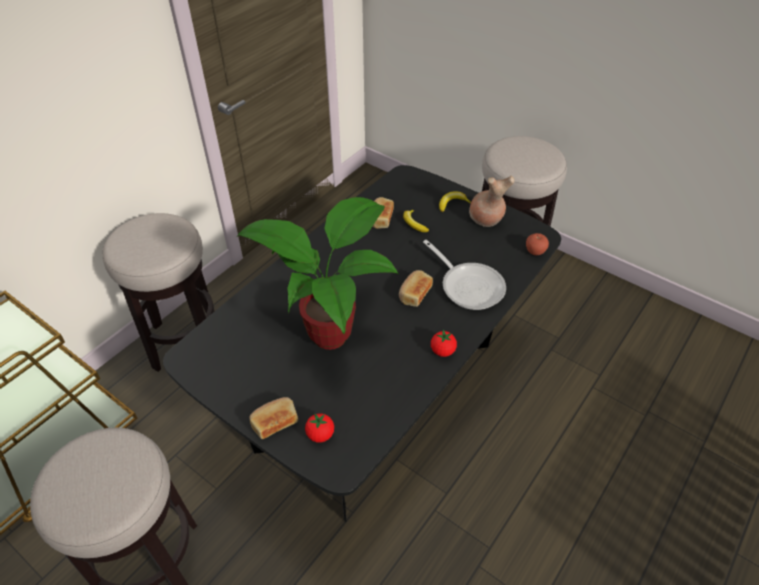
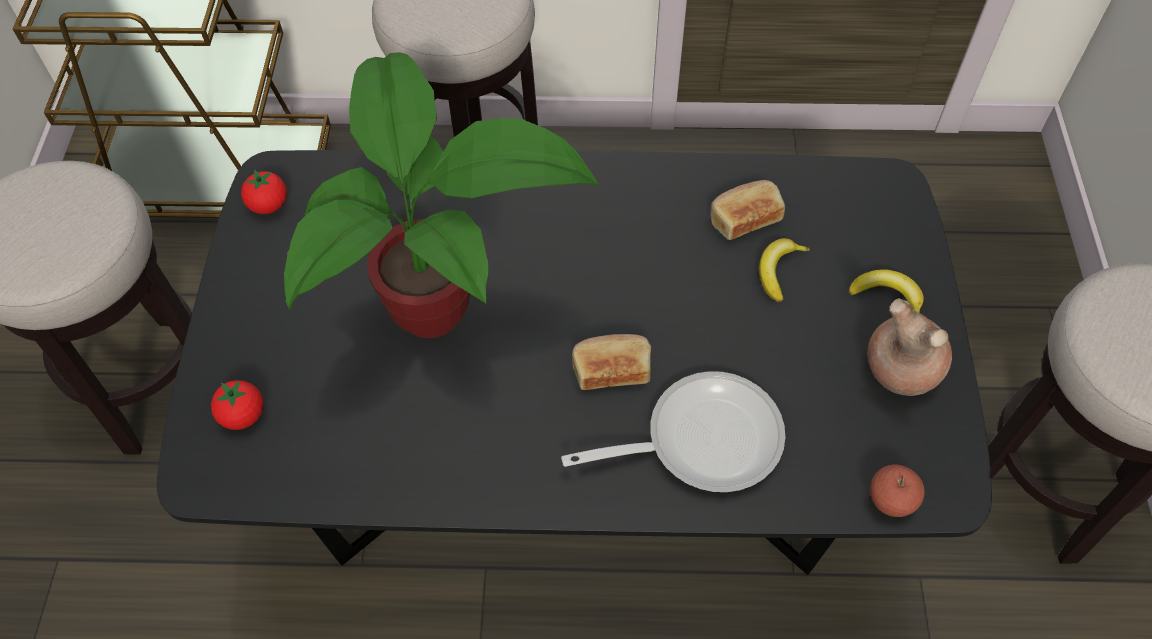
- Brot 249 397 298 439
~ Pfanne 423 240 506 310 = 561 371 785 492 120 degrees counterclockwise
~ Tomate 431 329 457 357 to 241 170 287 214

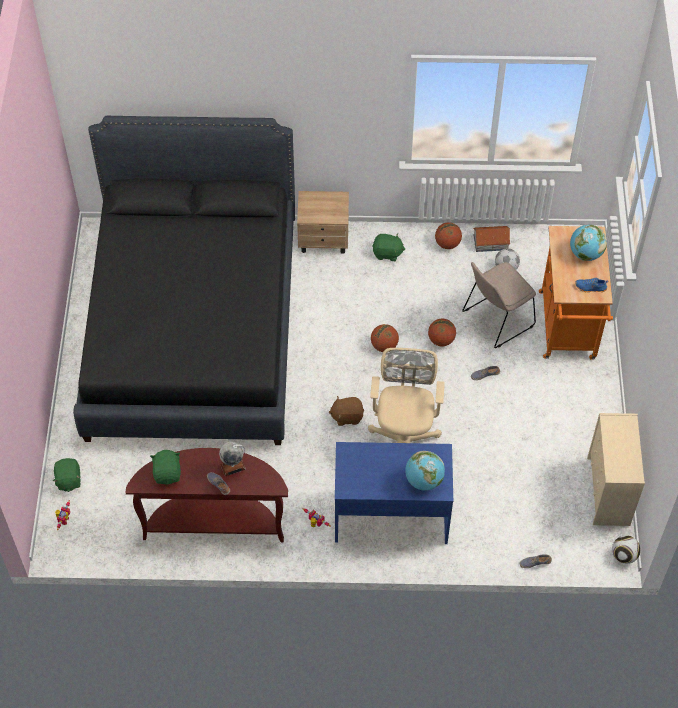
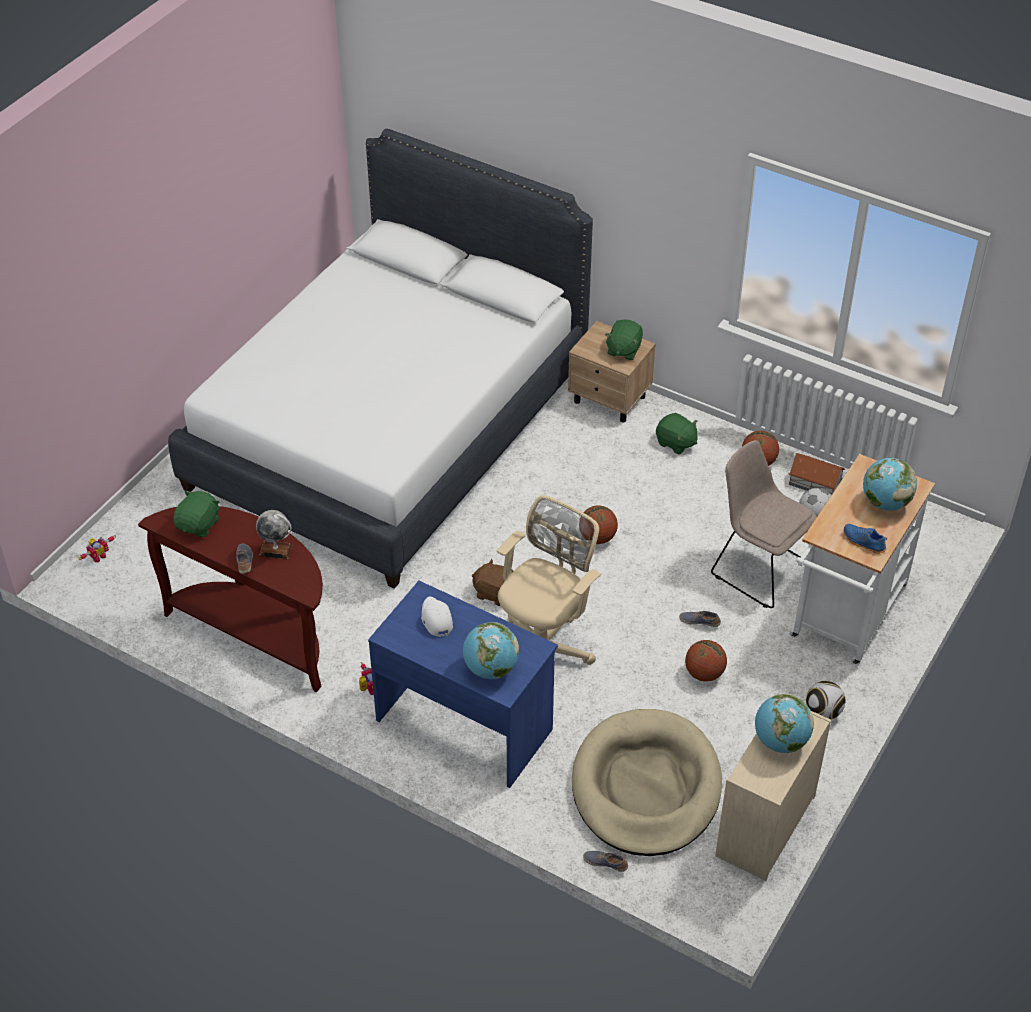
~ Plüschtier (grün) 53 458 81 492 to 605 319 643 360
~ Bett (schwarz) 73 116 295 445 to Bett (weiß) 168 129 593 589
~ Basketball 428 319 456 347 to 685 640 727 682
~ Stuhl (beige) 462 262 536 348 = 711 440 817 608 45 degrees clockwise
~ Rollwagen (orange) 539 226 613 360 to Rollwagen (weiß) 790 454 935 665
~ Fußball 612 535 641 564 to 806 681 845 720
+ Kappe (weiß) 421 597 453 637
+ Hundebett (beige) 572 709 722 856
+ Globus 755 694 814 753

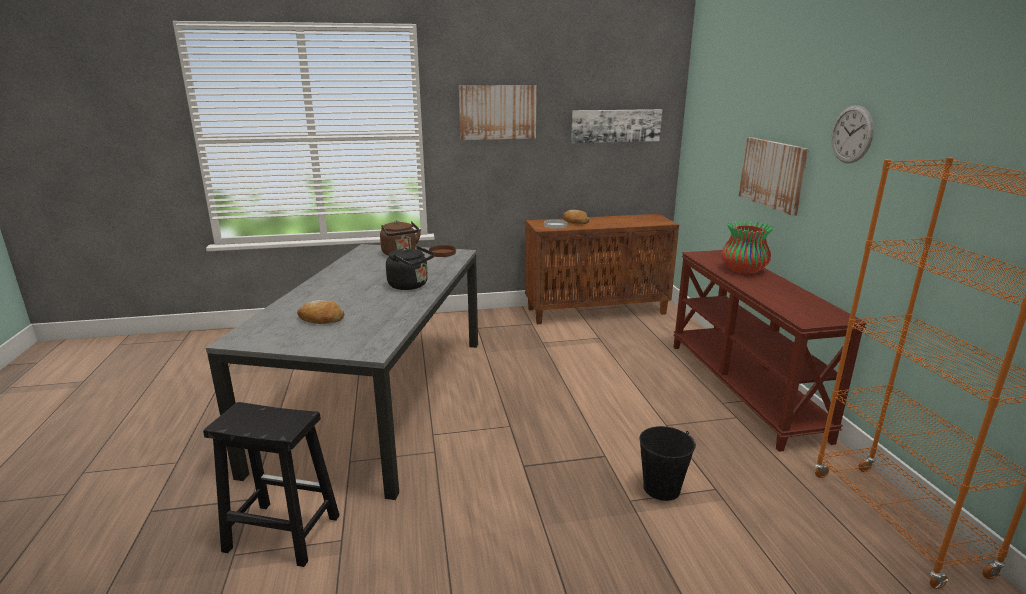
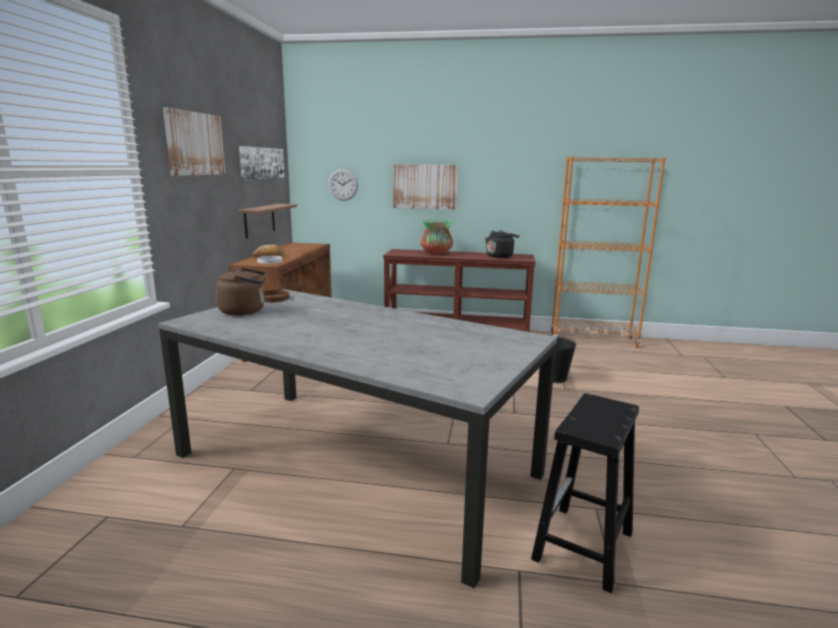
- Brot 297 300 344 324
~ Wasserkessel (schwarz) 386 246 435 290 to 486 230 520 258
~ Wanduhr 831 105 874 163 to 328 169 358 201
+ Wandregal 238 204 297 238

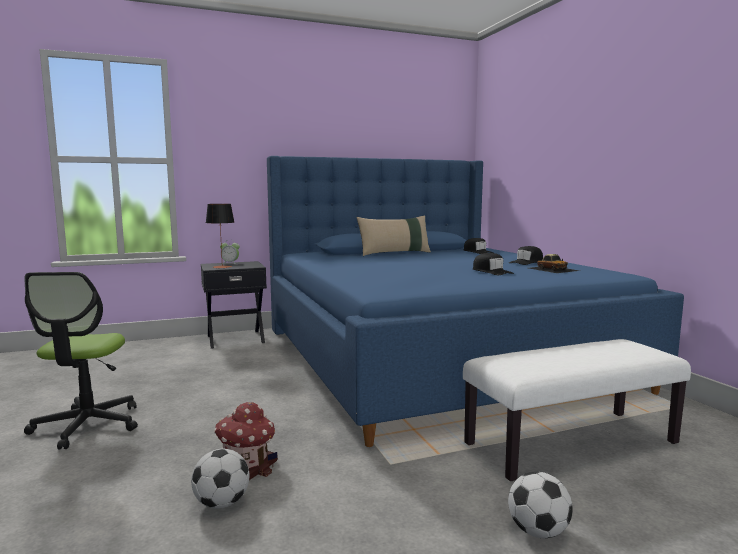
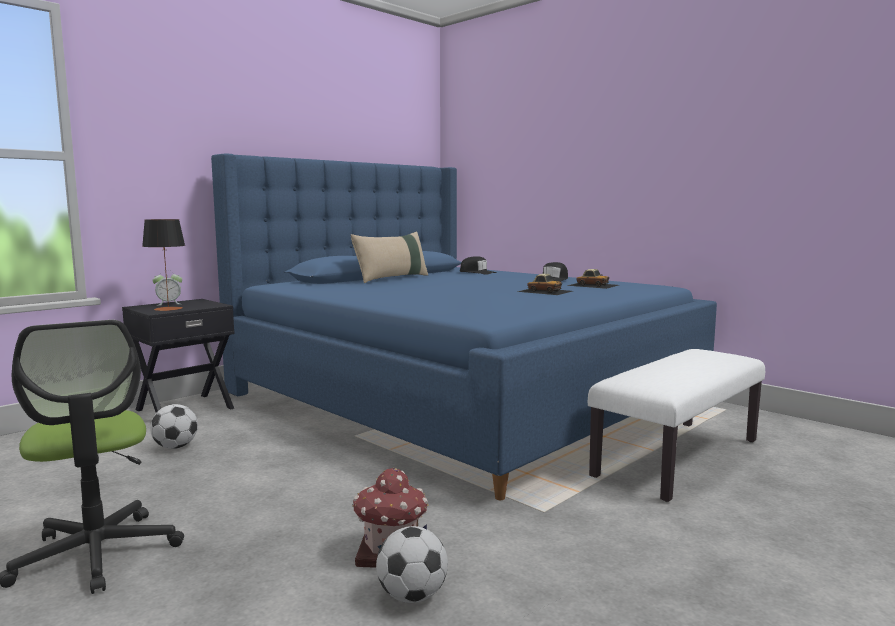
~ Kappe (schwarz) 473 253 514 275 to Spielzeugauto 517 274 573 295
~ Fußball 508 472 573 538 to 150 404 198 449

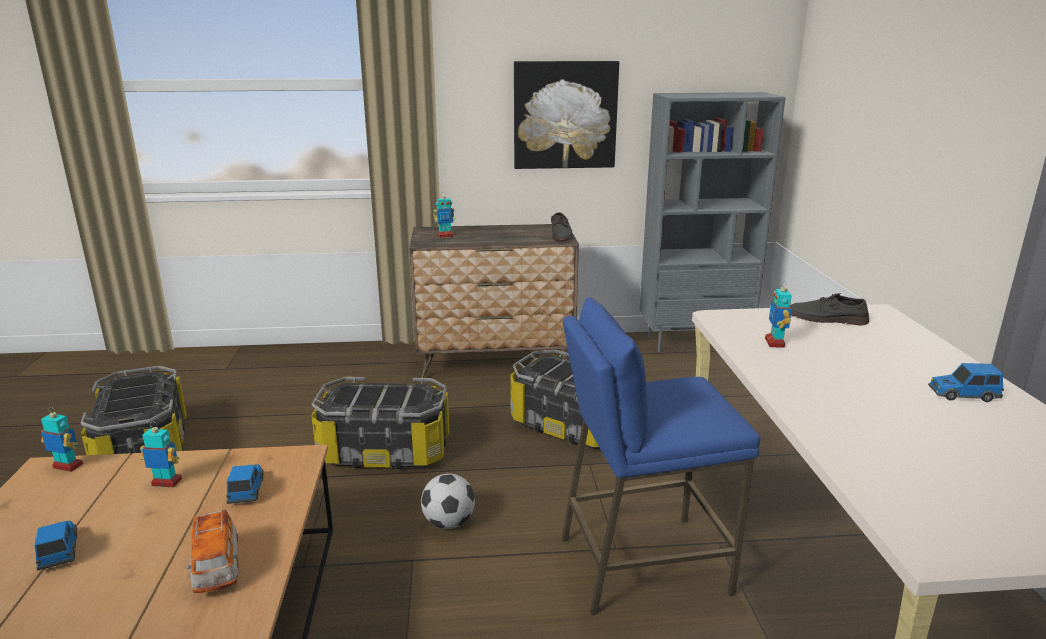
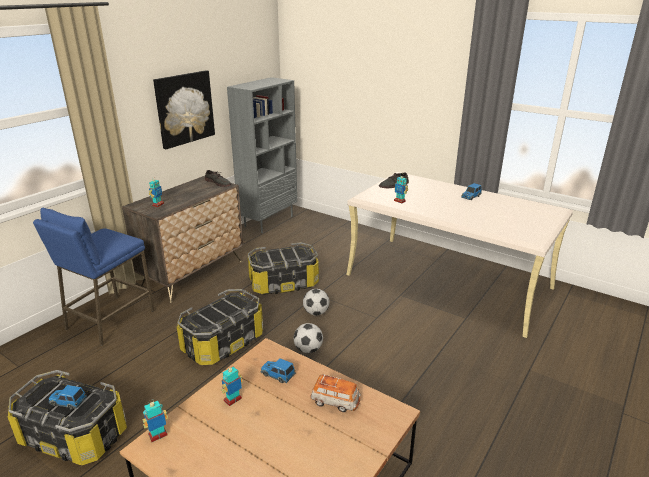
~ Spielzeugauto 34 520 77 570 to 49 385 87 410
~ Hocker (blau) 562 297 760 615 to 33 208 155 346
+ Fußball 303 289 330 316

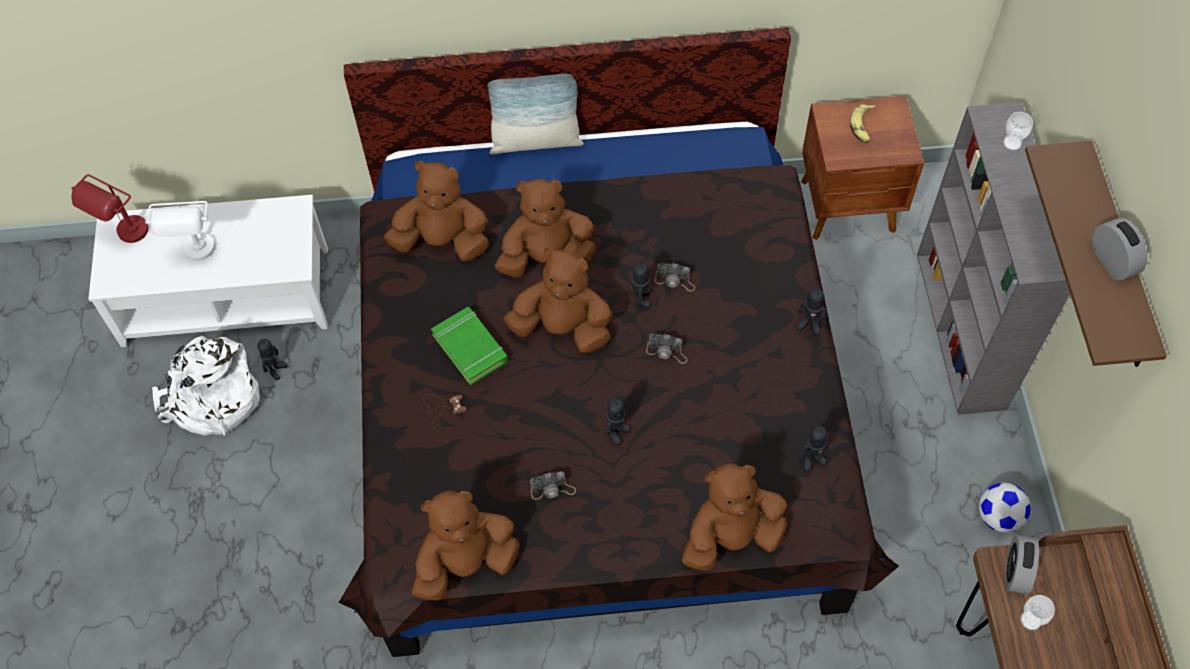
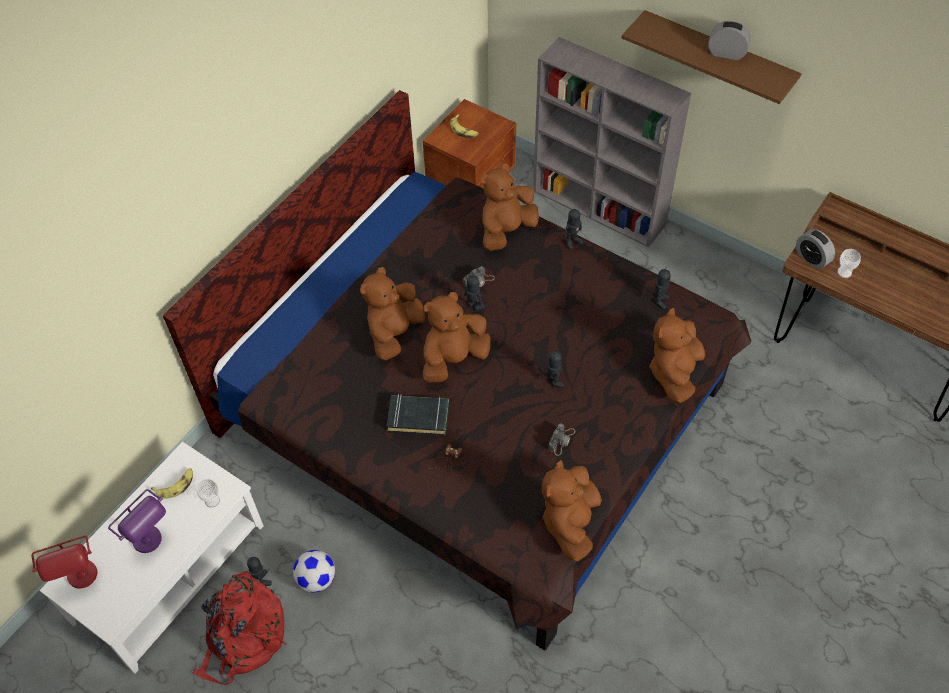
~ Tischlampe (weiß) 145 201 215 261 to Tischlampe (lila) 108 489 166 553
~ Rucksack (weiß) 152 336 260 436 to Rucksack (rot) 193 571 286 685
~ Plüschtier (braun) 384 161 489 262 to 481 164 539 251
~ Buch (grün) 431 307 508 386 to Buch (schwarz) 386 394 449 436
- Kissen 487 74 584 154
- Kamera 646 333 687 364
~ Fußball 979 482 1031 533 to 293 550 335 592
~ Tasse 1003 112 1033 151 to 197 479 220 508
+ Banane 151 469 193 499

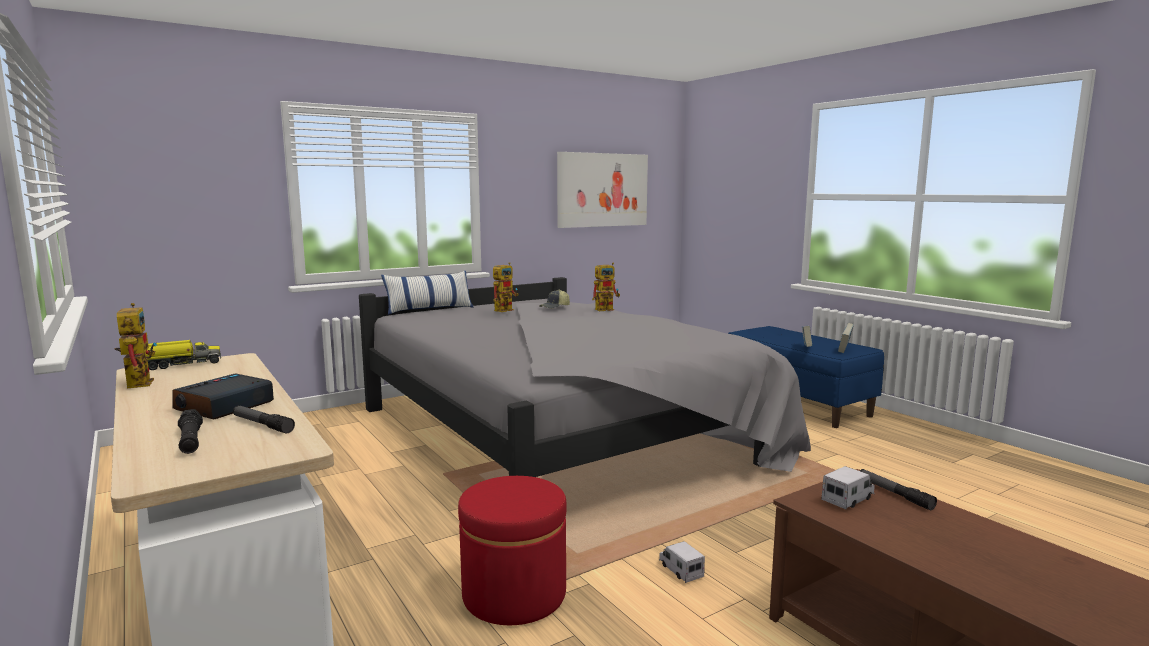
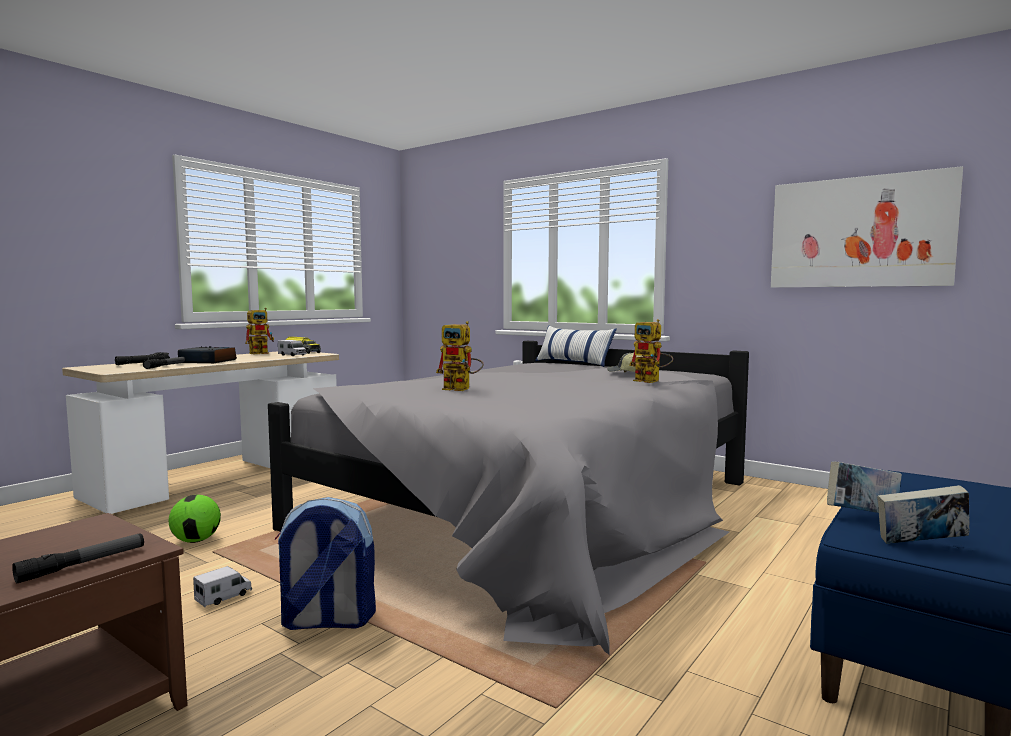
~ Polsterhocker (rot) 458 476 567 625 to Fußball 169 495 221 543
~ Spielzeugroboter 493 262 519 312 to 436 321 484 391
~ Spielzeuglaster 821 466 875 509 to 278 340 307 356
+ Rucksack 275 497 376 630

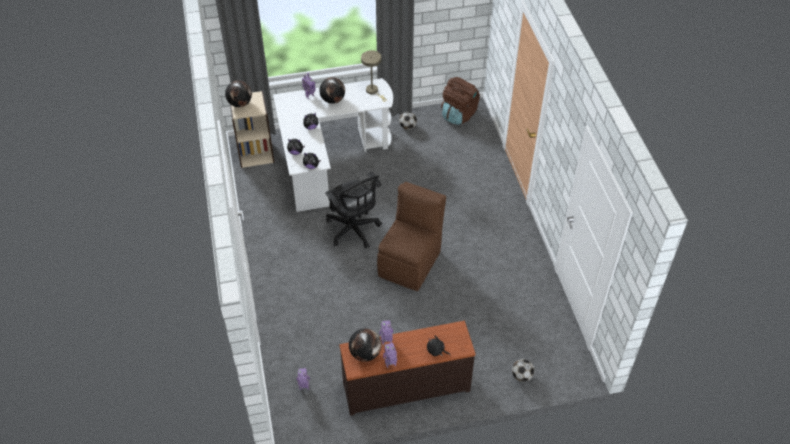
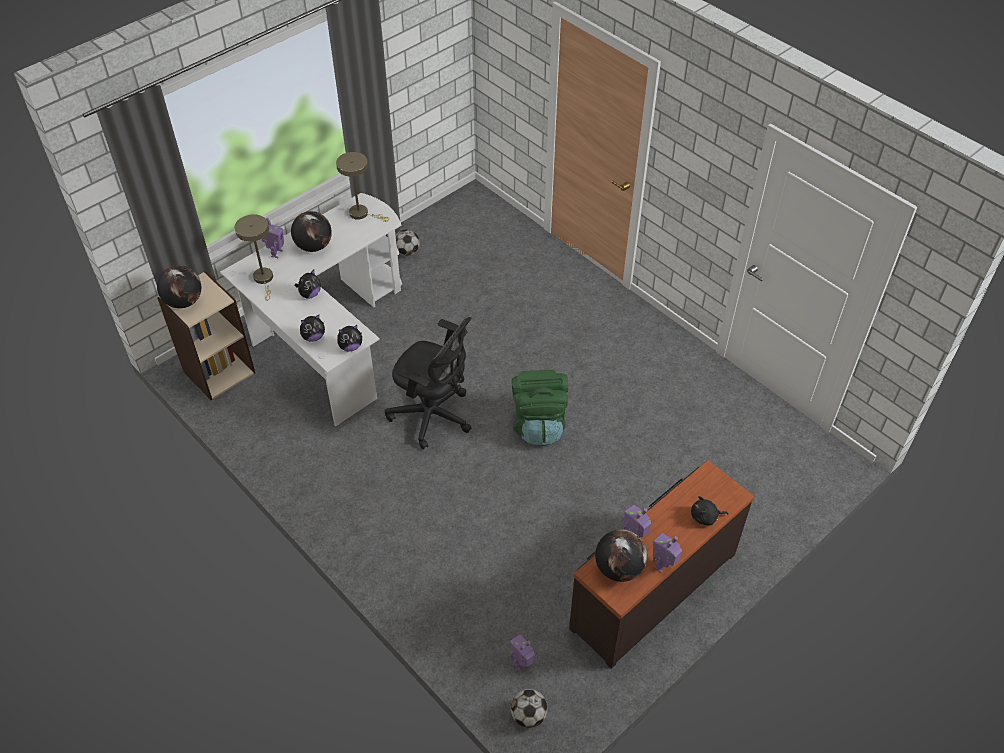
~ Stuhl (braun) 377 182 446 291 to Rucksack (grün) 512 370 568 446
- Rucksack (braun) 441 77 480 125
~ Fußball 512 359 534 382 to 510 689 548 728
+ Tischlampe (beige) 234 214 273 301

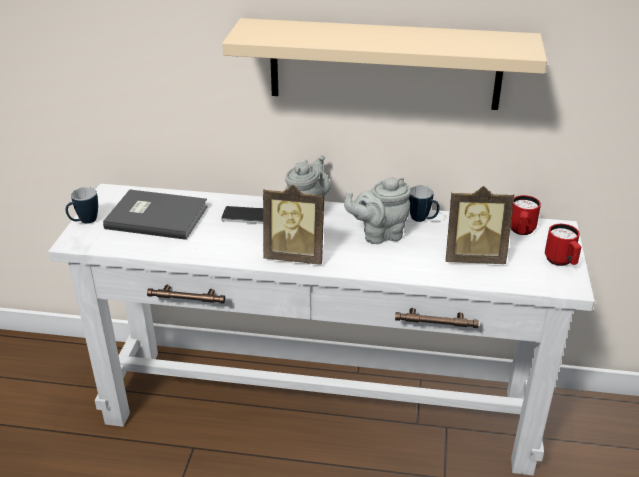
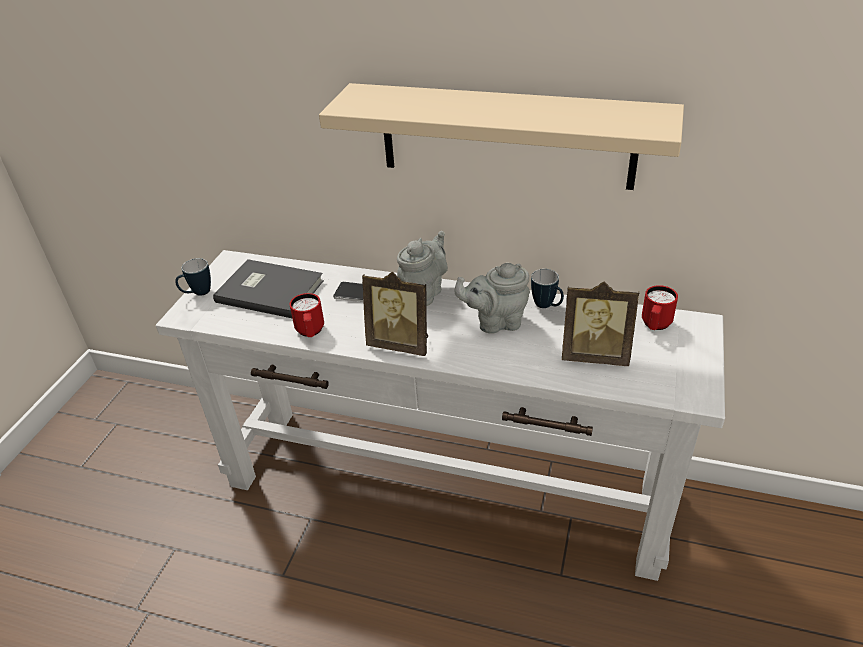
~ Henkelbecher (rot) 545 224 582 266 to 290 293 324 337

